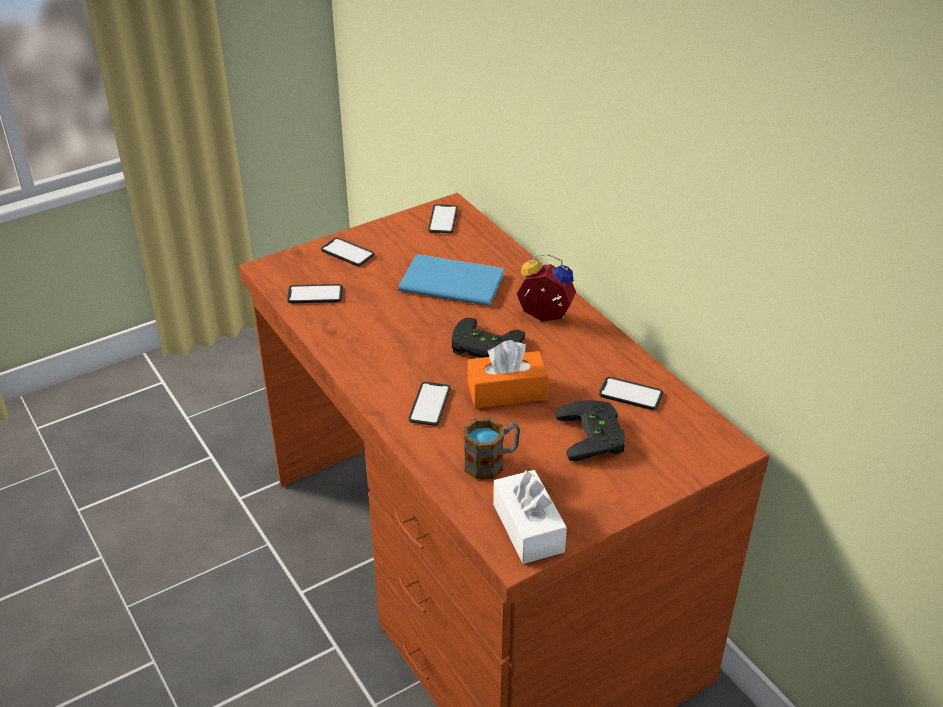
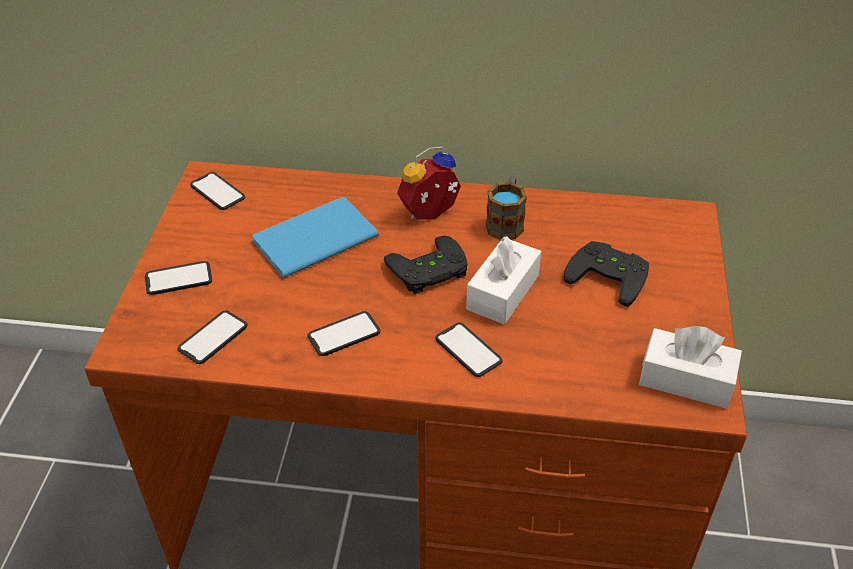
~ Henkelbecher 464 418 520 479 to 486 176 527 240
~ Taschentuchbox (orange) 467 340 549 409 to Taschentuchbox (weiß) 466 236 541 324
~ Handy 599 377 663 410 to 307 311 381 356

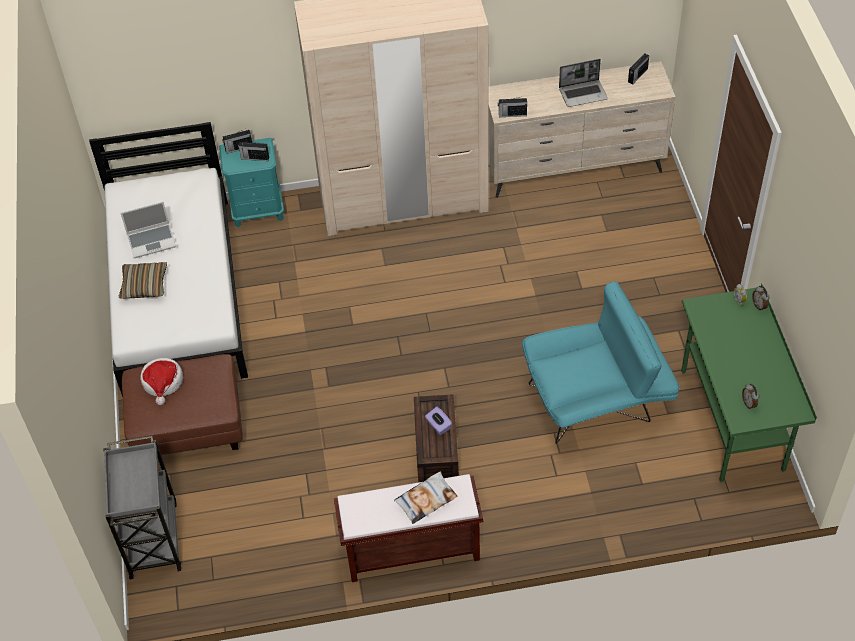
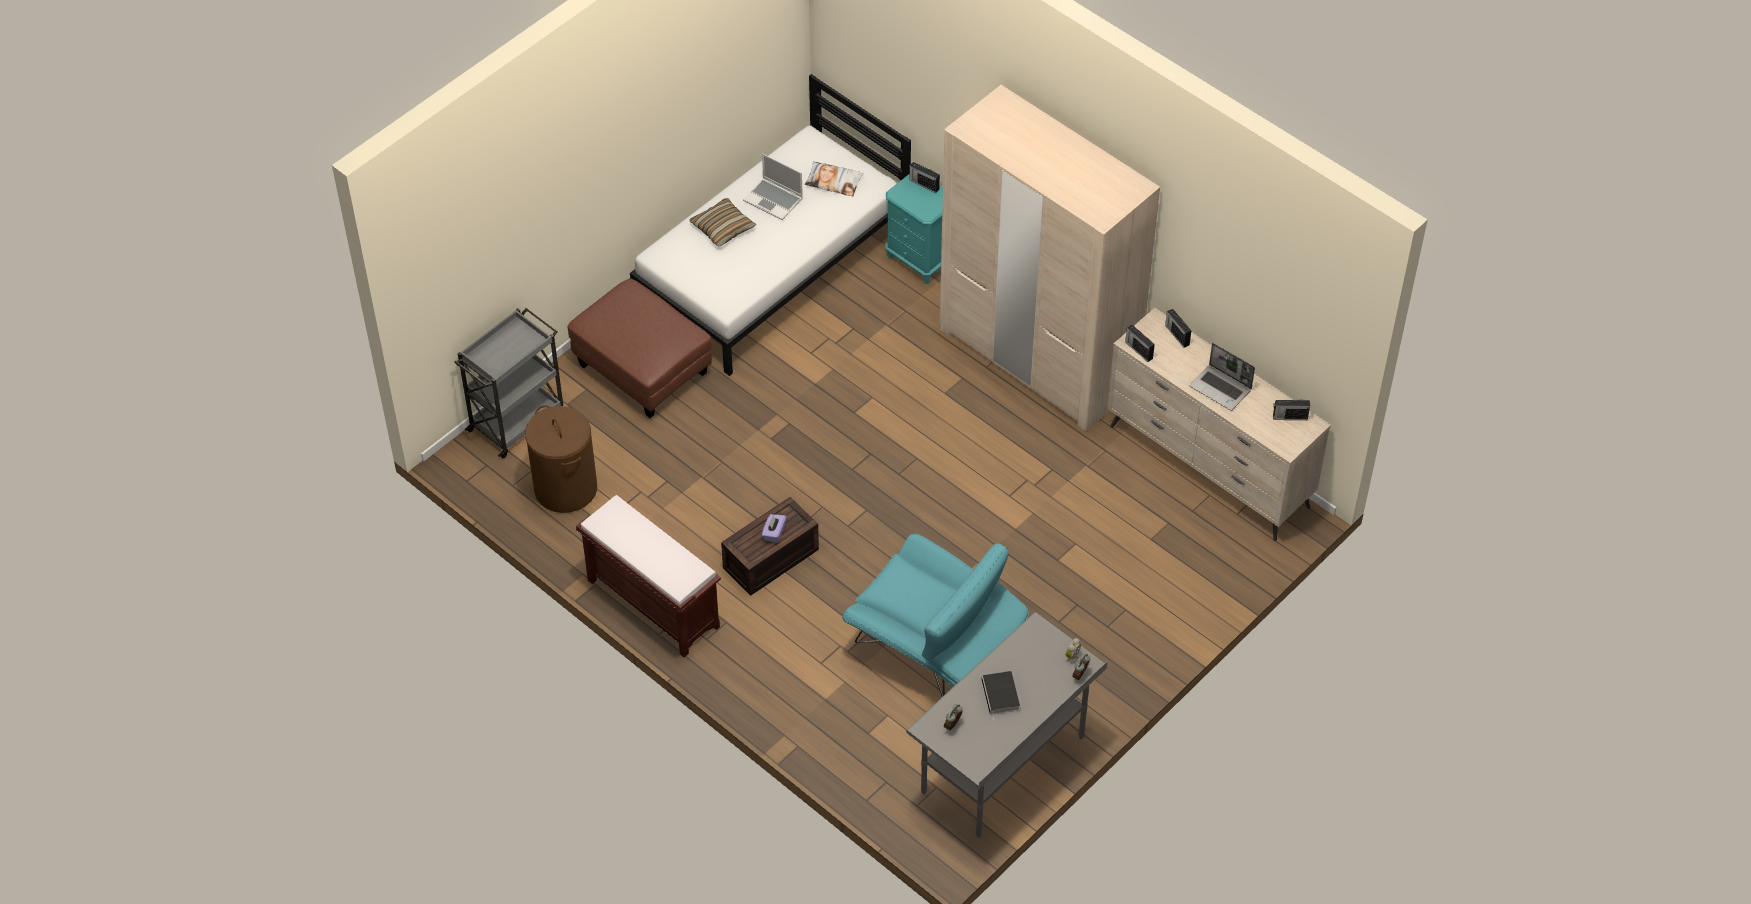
- Hut 140 358 183 405
~ Radio 238 142 269 161 to 1165 309 1192 348
~ Kissen 394 472 457 524 to 804 162 864 196
~ Schreibtisch (grün) 681 283 817 483 to Schreibtisch (grau) 906 612 1108 838
+ Wäschekorb (braun) 525 405 597 513
+ Buch 982 671 1020 721

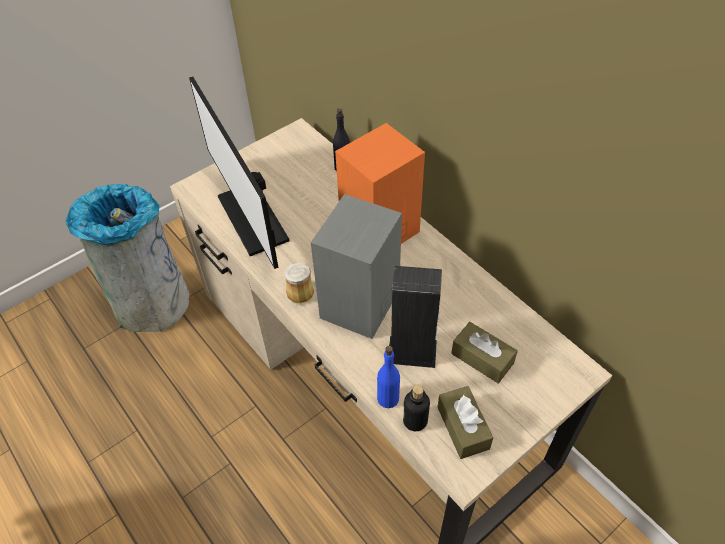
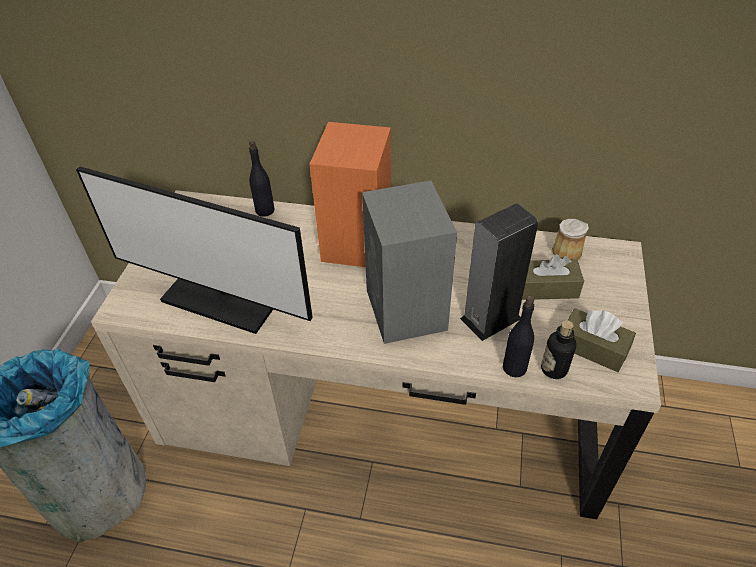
~ Henkelbecher 284 263 315 305 to 551 219 589 262
~ Flasche (blau) 377 346 400 408 to Flasche (schwarz) 503 296 534 377

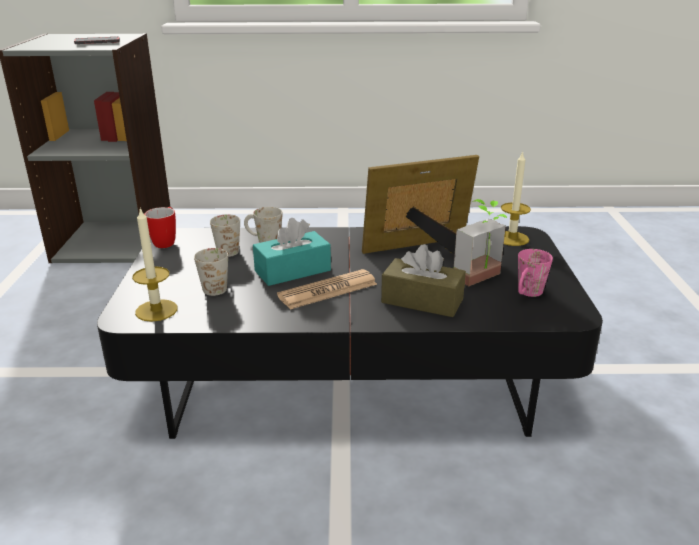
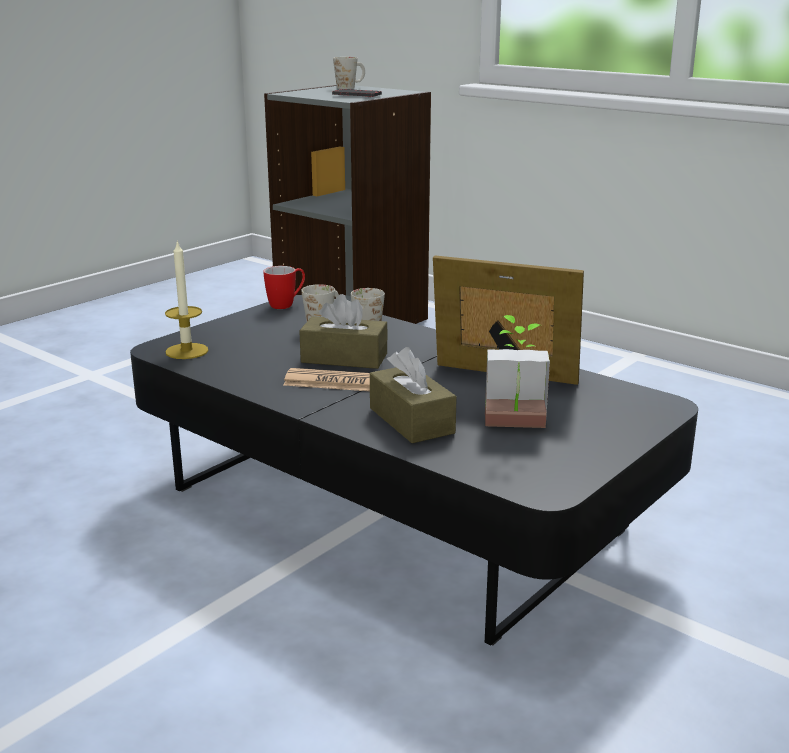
~ Henkelbecher (weiß) 194 248 228 296 to 333 57 365 89
~ Taschentuchbox (türkis) 253 218 331 286 to Taschentuchbox (braun) 299 294 388 369
- Kerze 501 151 531 246
- Henkelbecher (rosa) 518 249 553 297

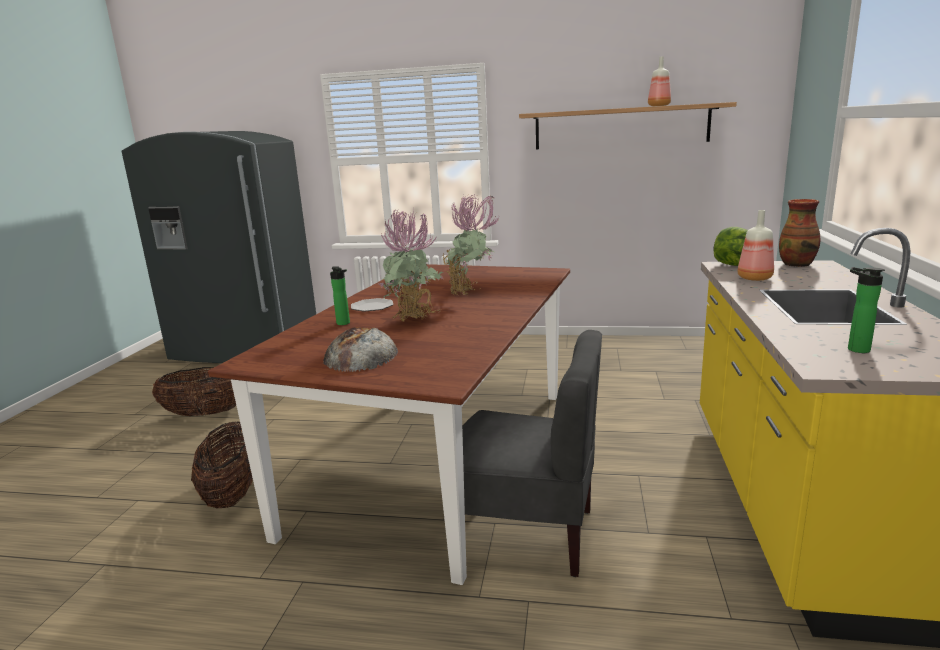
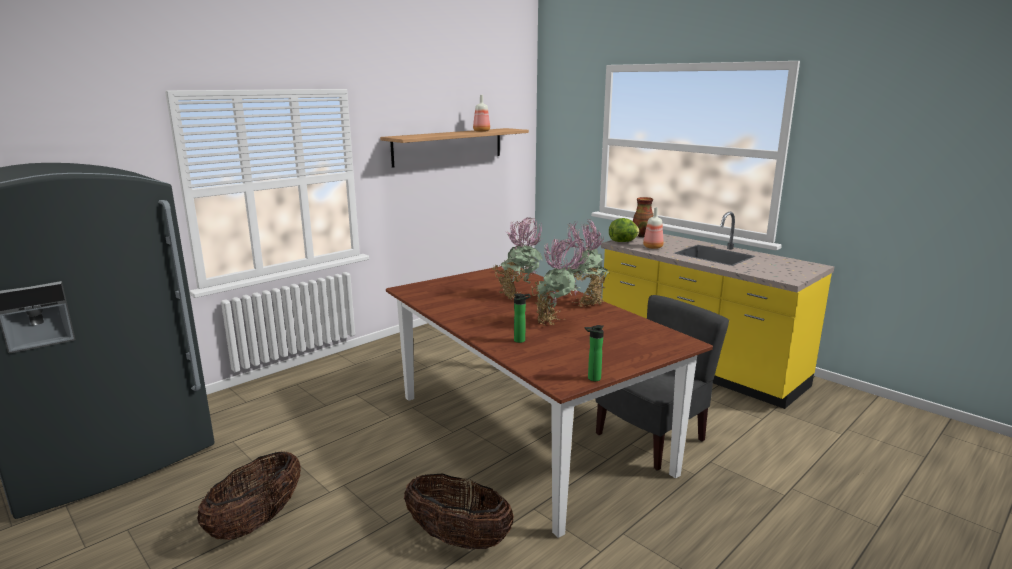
- Brot 323 327 398 372
- Teller 351 298 393 312
~ Flasche 848 267 885 353 to 585 325 604 381
+ Topfpflanze 568 219 608 307

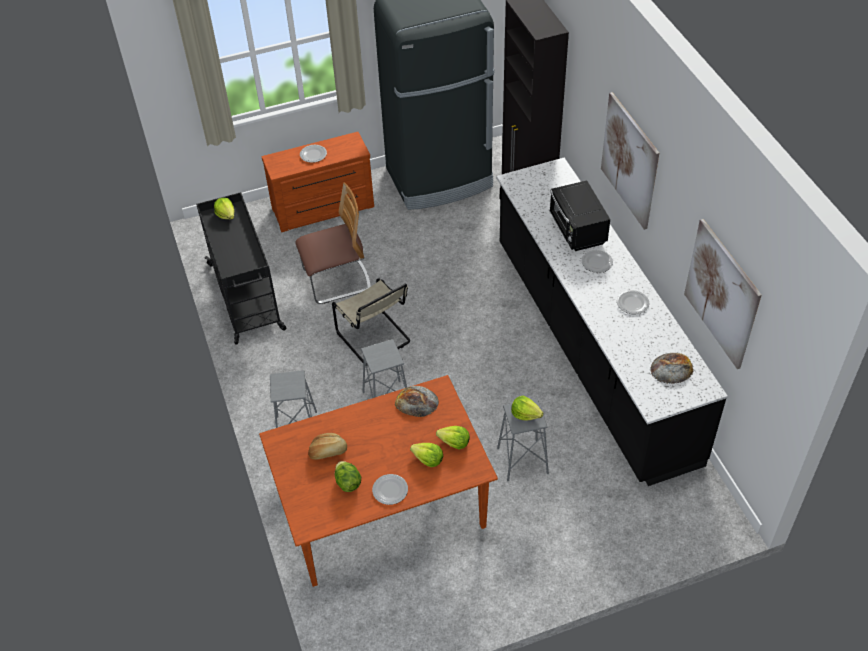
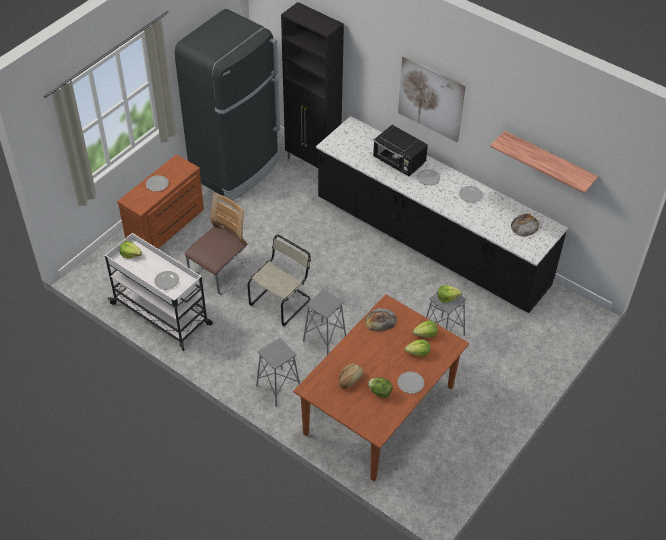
~ Rollwagen (schwarz) 196 192 287 345 to Rollwagen (weiß) 105 233 213 351
~ Stuhl (beige) 332 278 410 364 = 247 235 311 326 75 degrees counterclockwise
~ Bild 684 219 762 369 to Wandregal 490 131 598 193
+ Teller 154 271 179 290

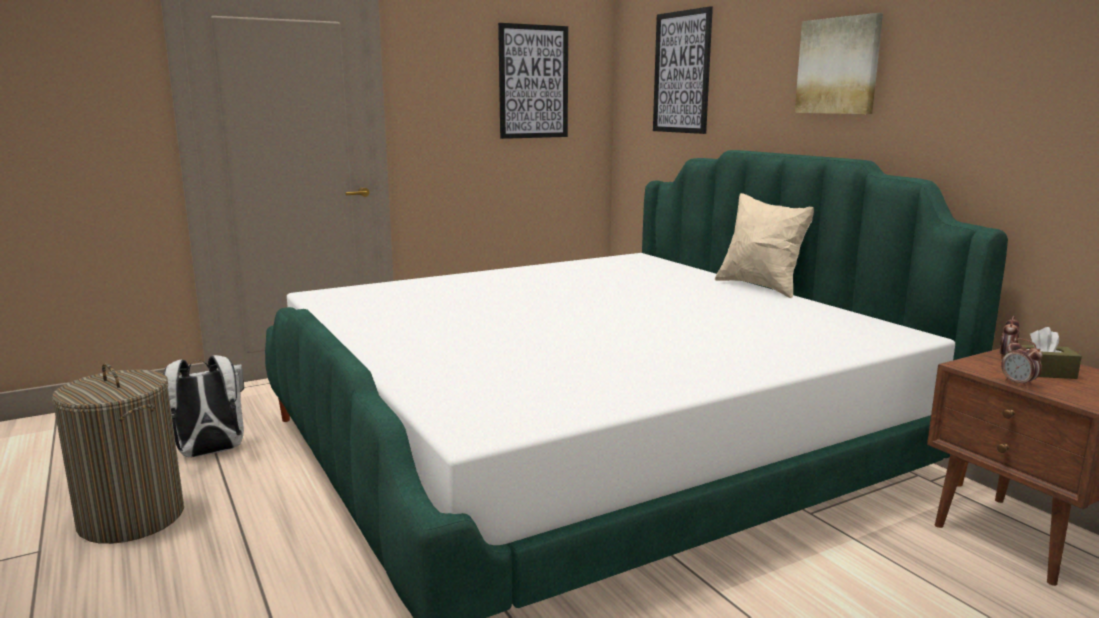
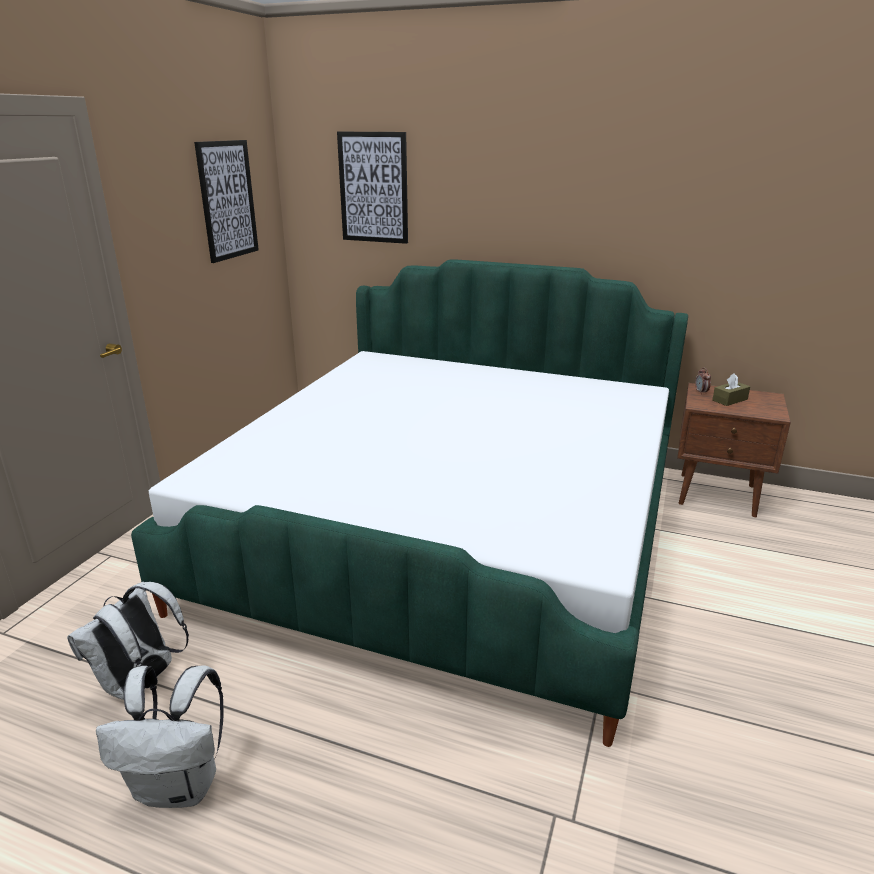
~ Wäschekorb 52 363 184 544 to Rucksack (weiß) 96 665 223 808
- Kissen (beige) 715 193 814 298
- Bild 795 13 883 114
- Wecker 1001 339 1043 388

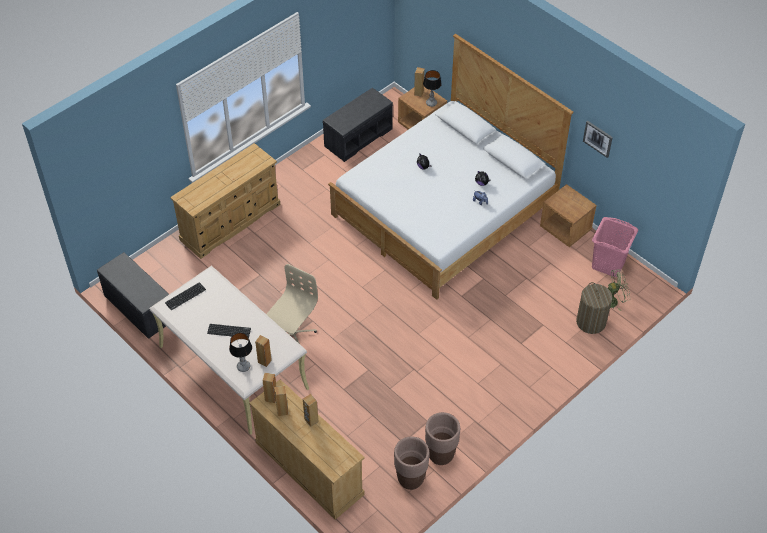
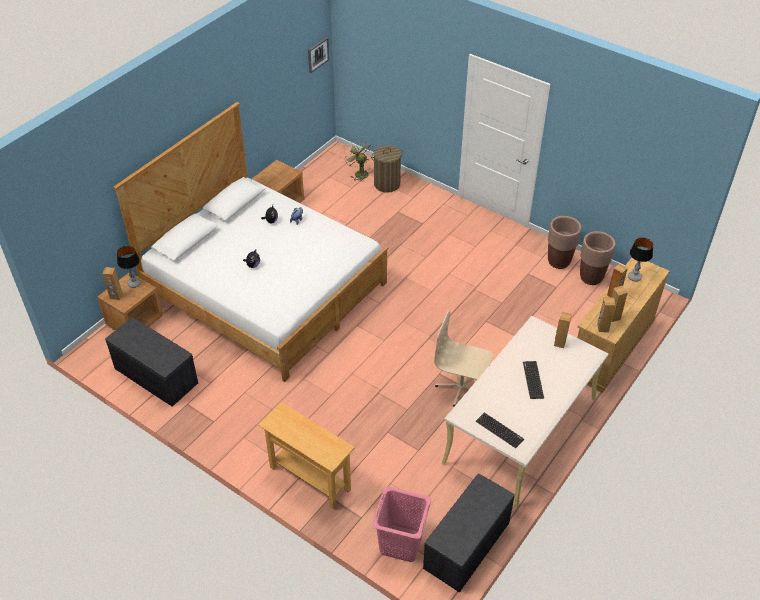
~ Kommode (beige) 170 143 280 259 to Konsolentisch (beige) 258 402 355 509
~ Tischlampe 229 333 252 372 to 628 238 653 282
~ Bild 583 121 613 158 to 308 37 329 73
~ Wäschekorb (rosa) 592 217 638 277 to 372 486 432 562

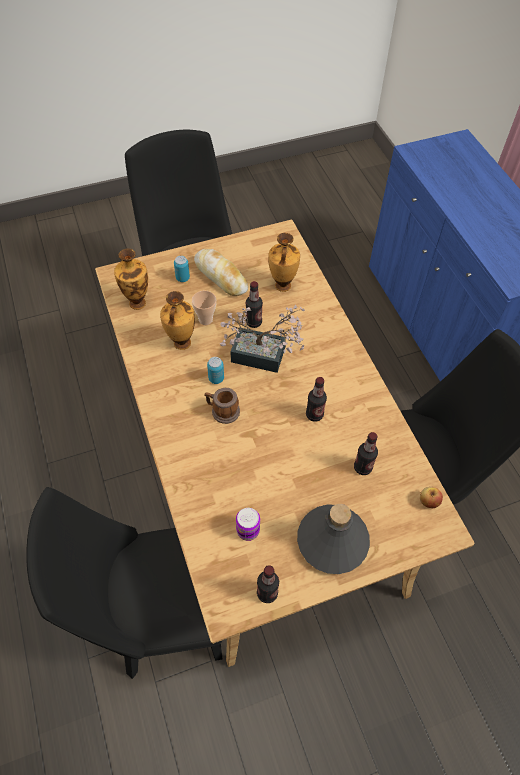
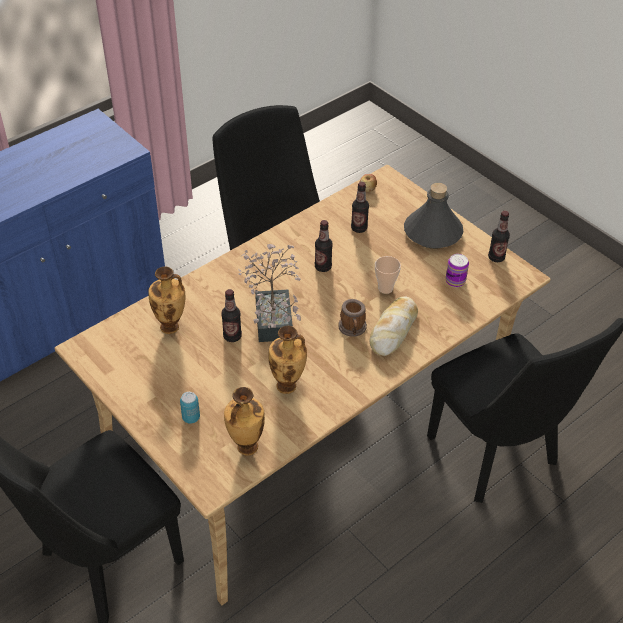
~ Tasse 192 291 216 325 to 375 256 401 294
~ Brot 194 249 248 296 to 370 296 418 356
- Dose 207 357 224 384

